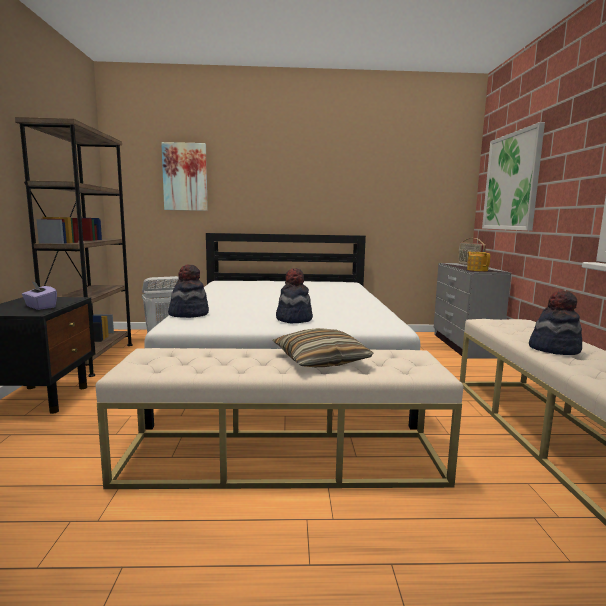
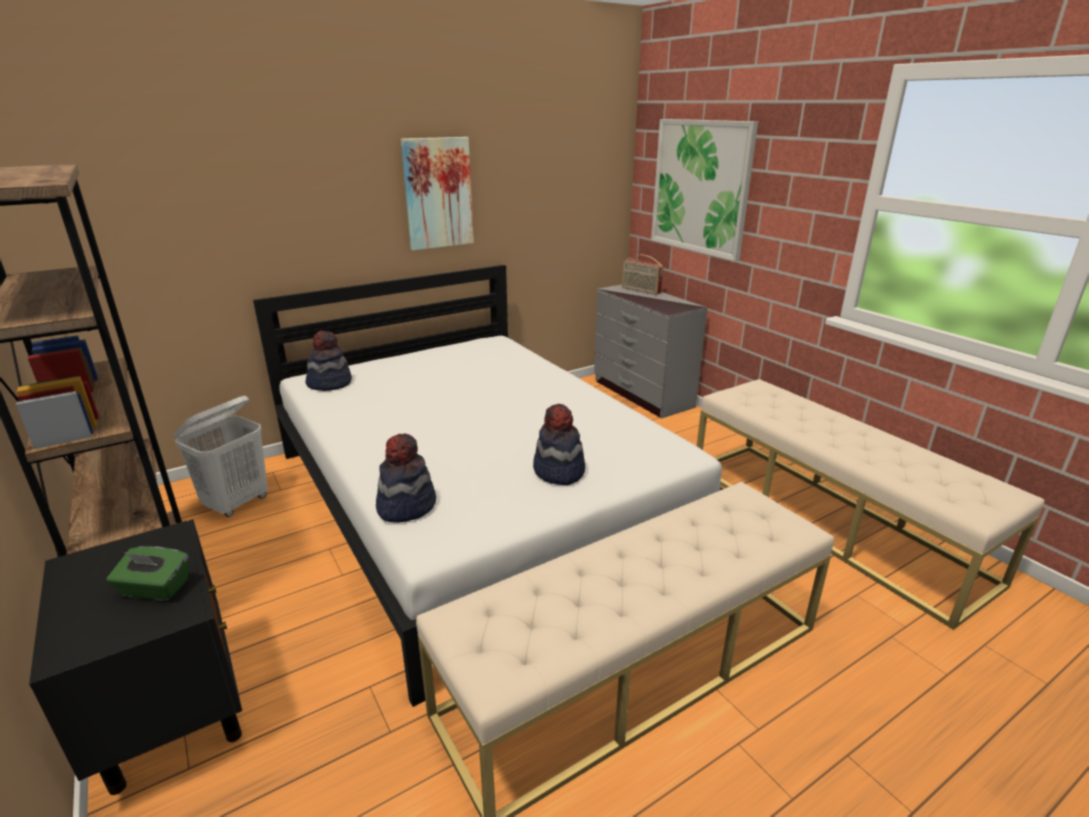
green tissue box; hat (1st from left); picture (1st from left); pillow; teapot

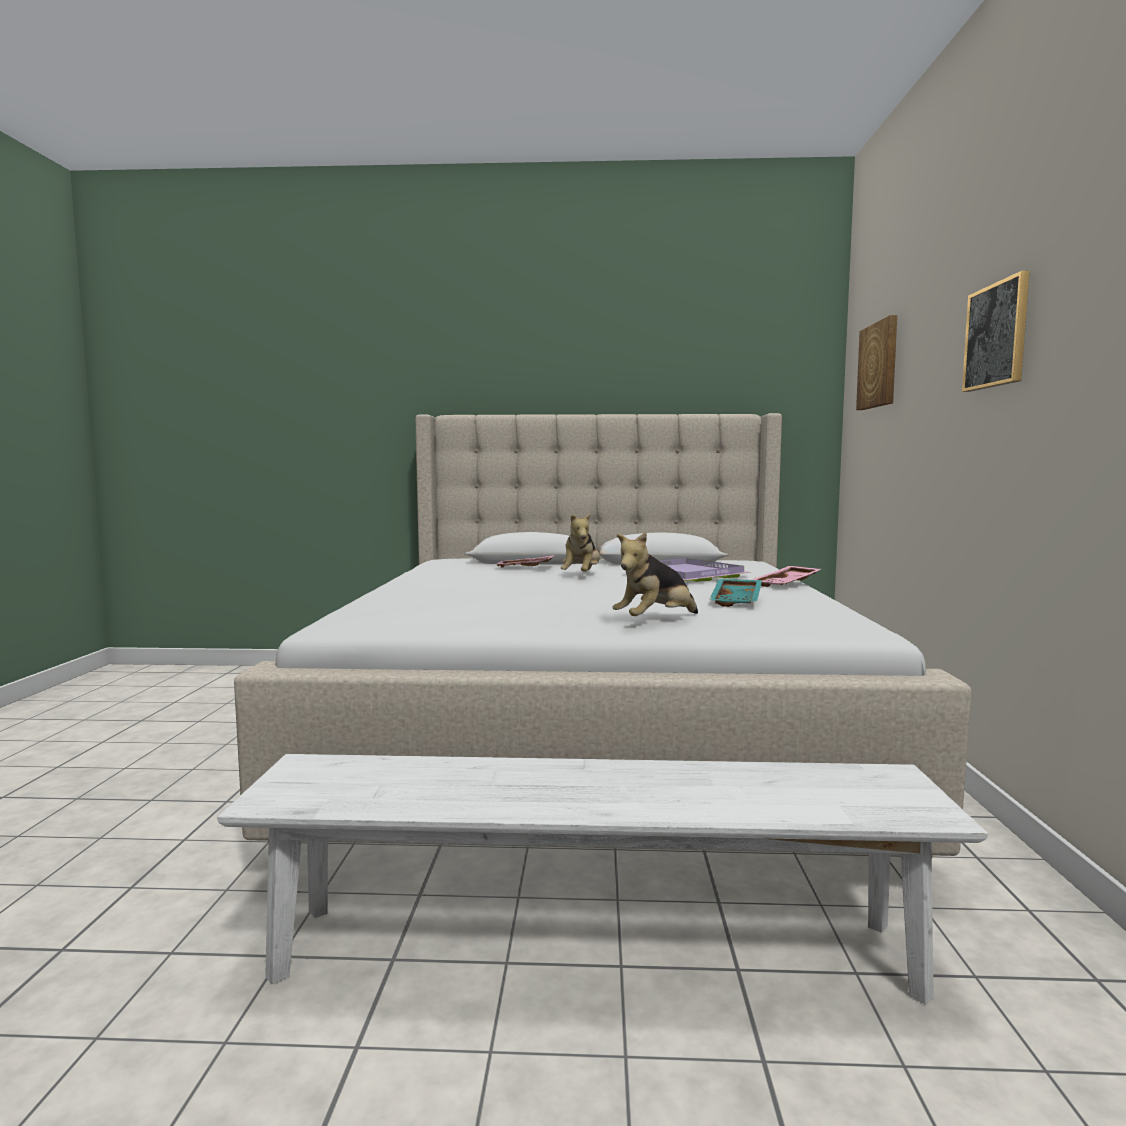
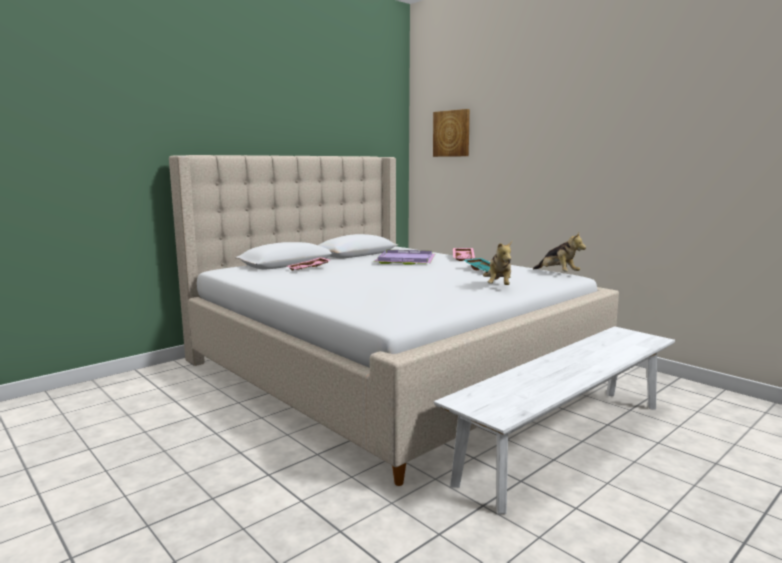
plush toy (2nd from left); picture (2nd from left in the first image)

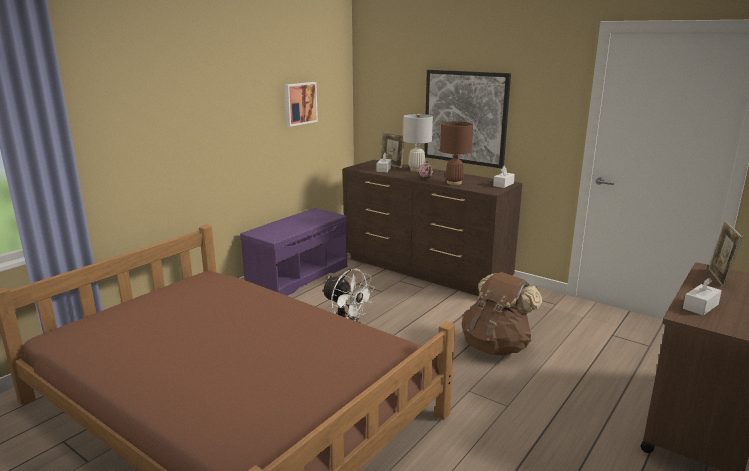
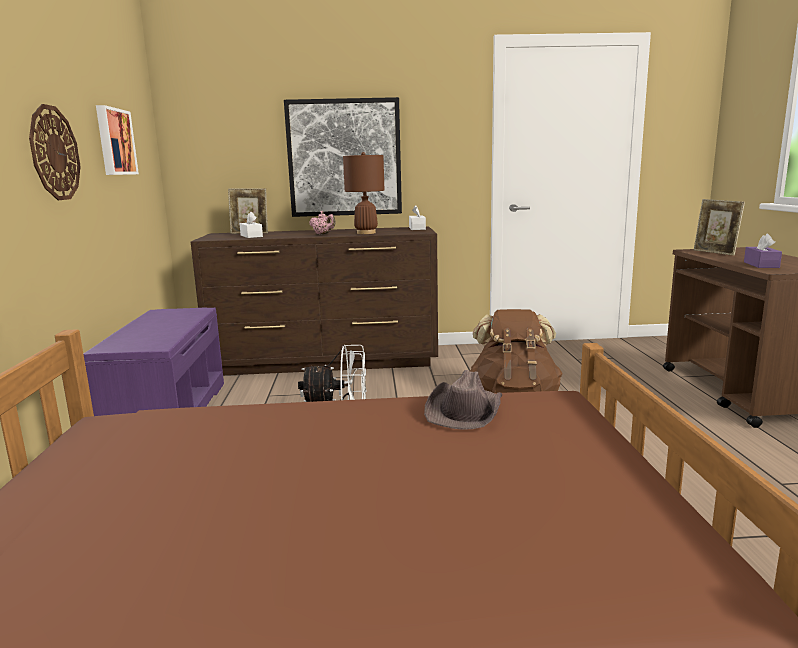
wall clock; brown hat; purple tissue box; white table lamp

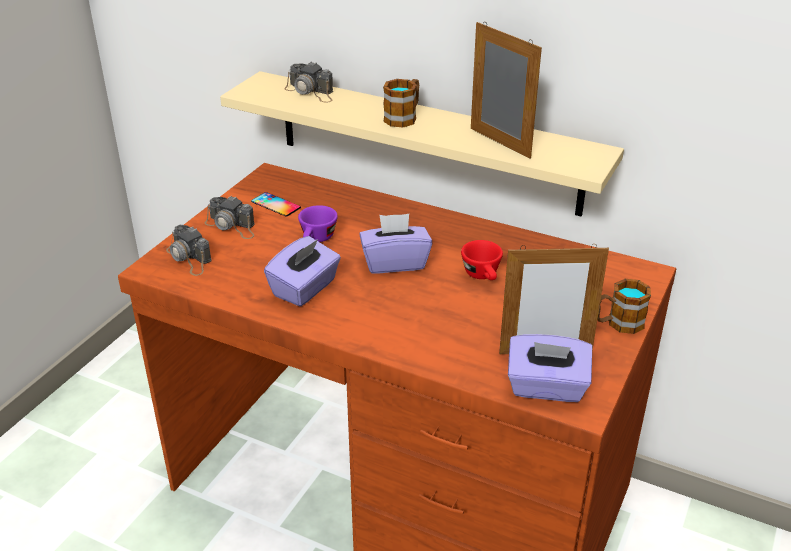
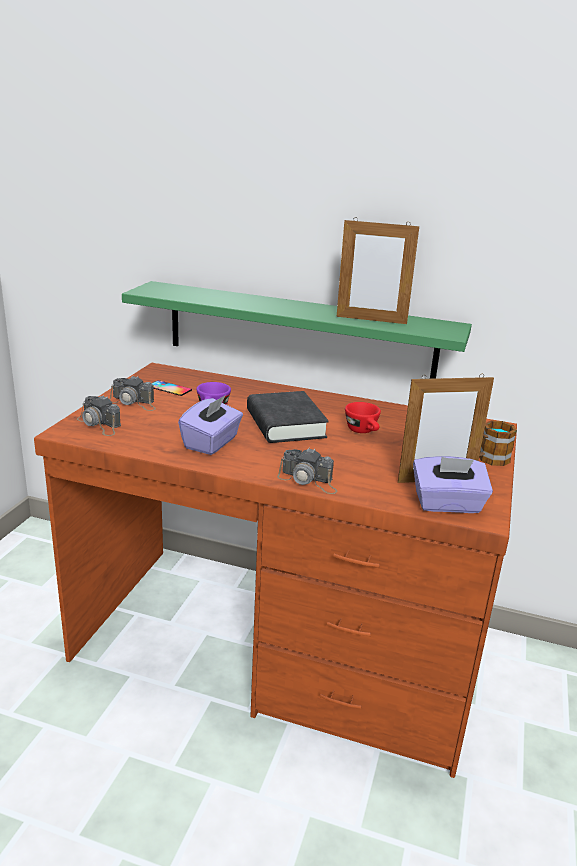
green shelf; black book; photo camera (3rd from left); picture frame (1st from left); mug (1st from left in the first image)

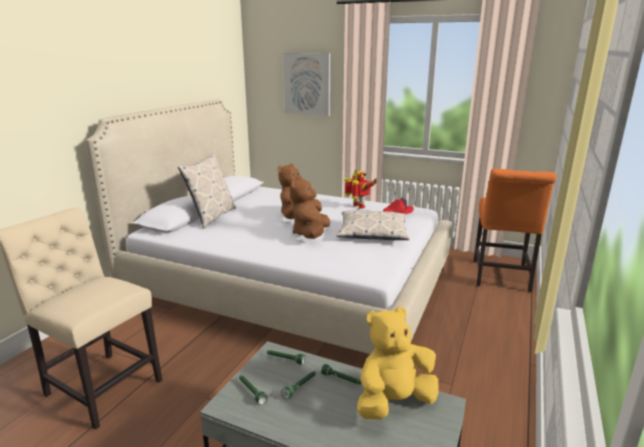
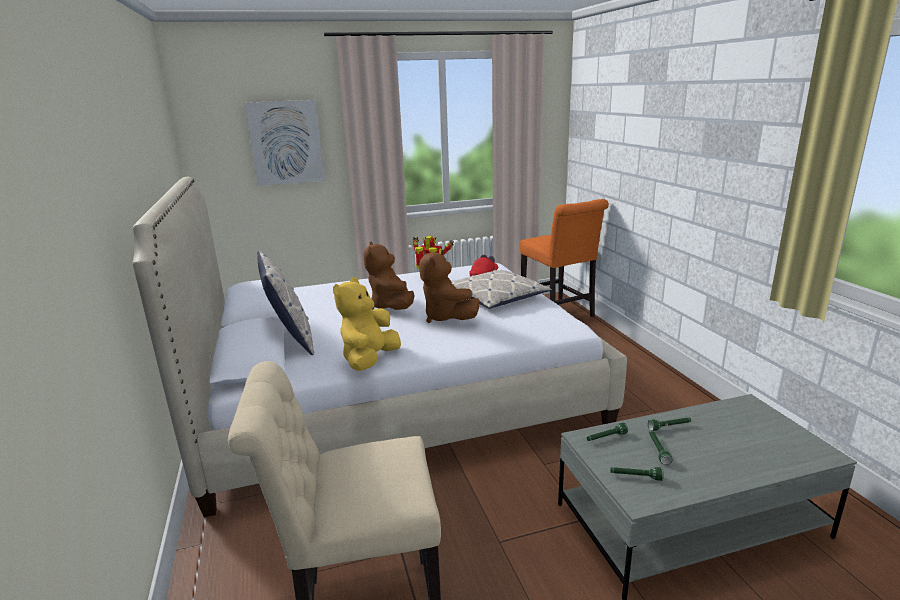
yellow plush toy

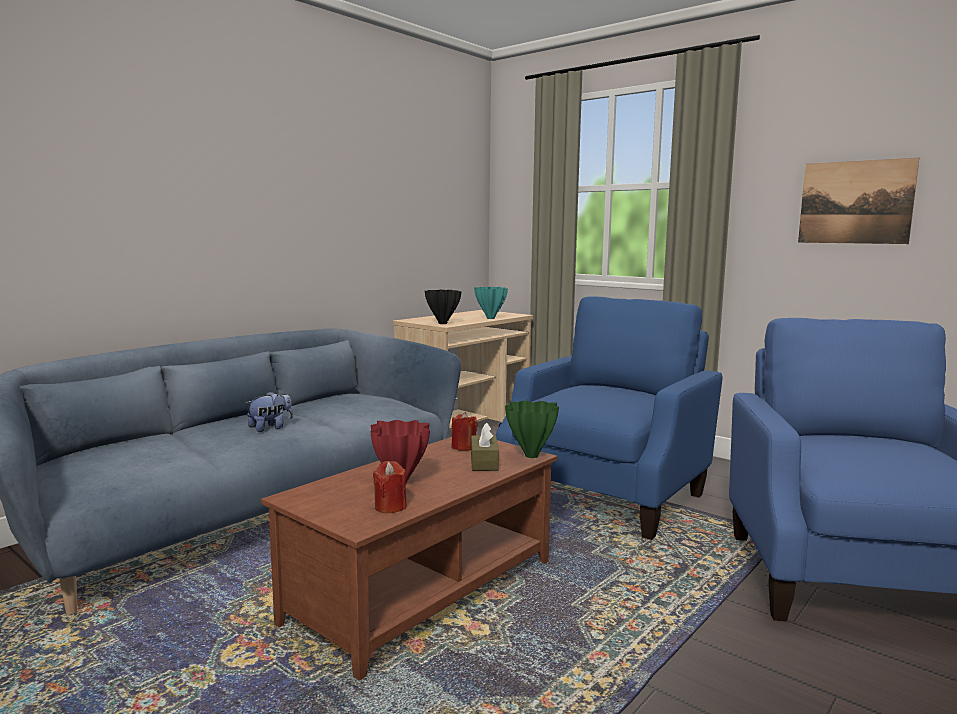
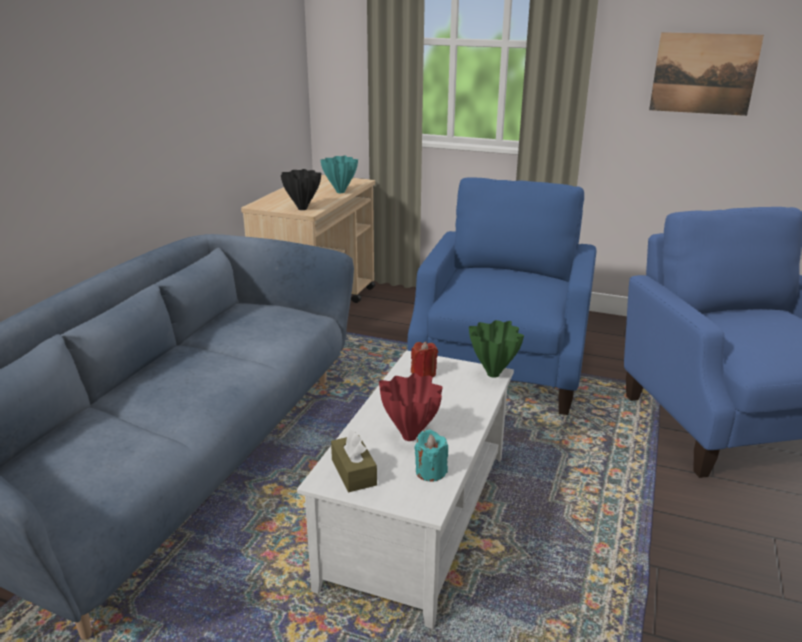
white coffee table; brown tissue box; turquoise candle; plush toy

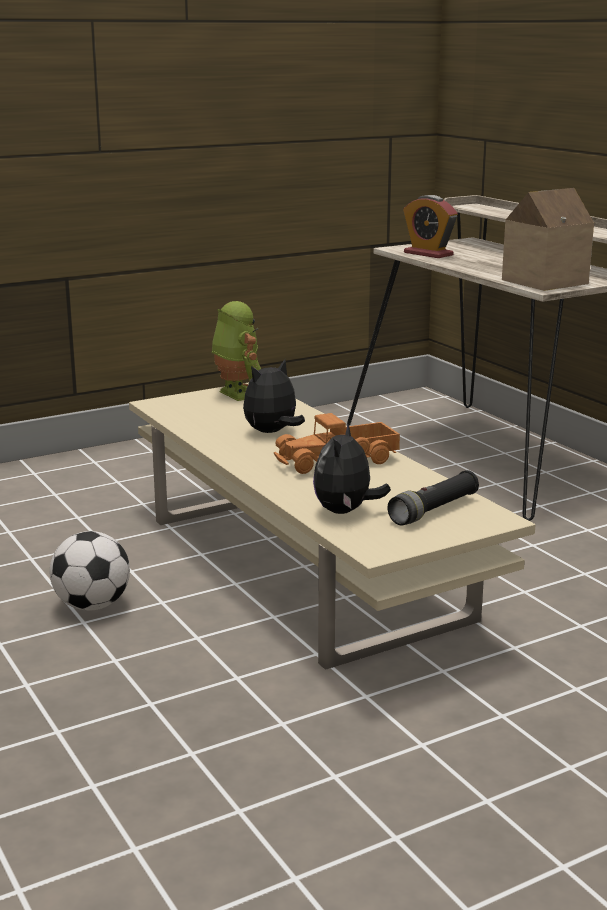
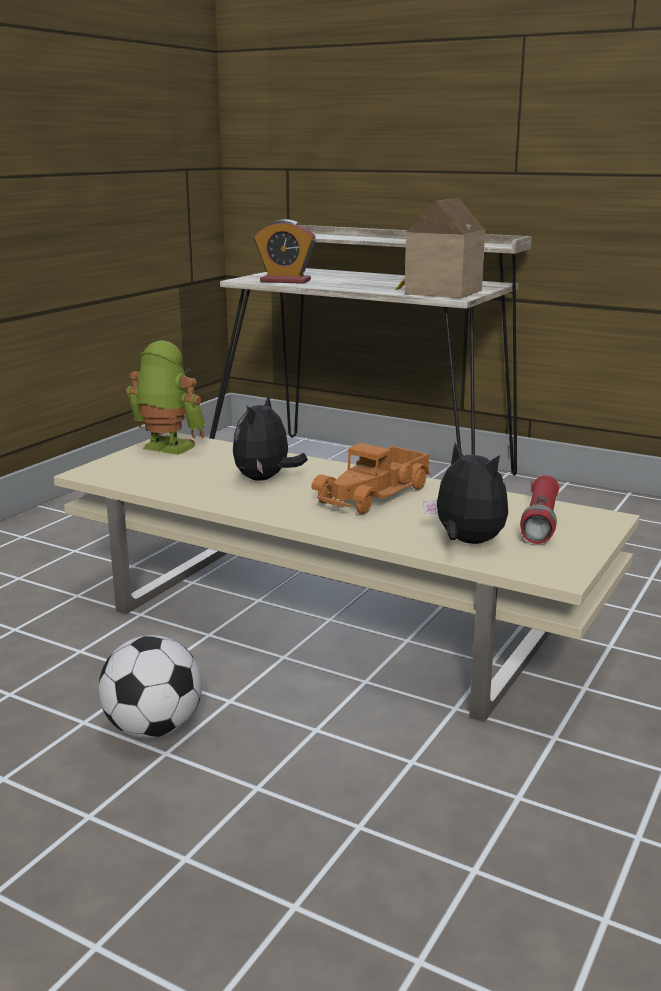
plush toy (2nd from left); red flashlight

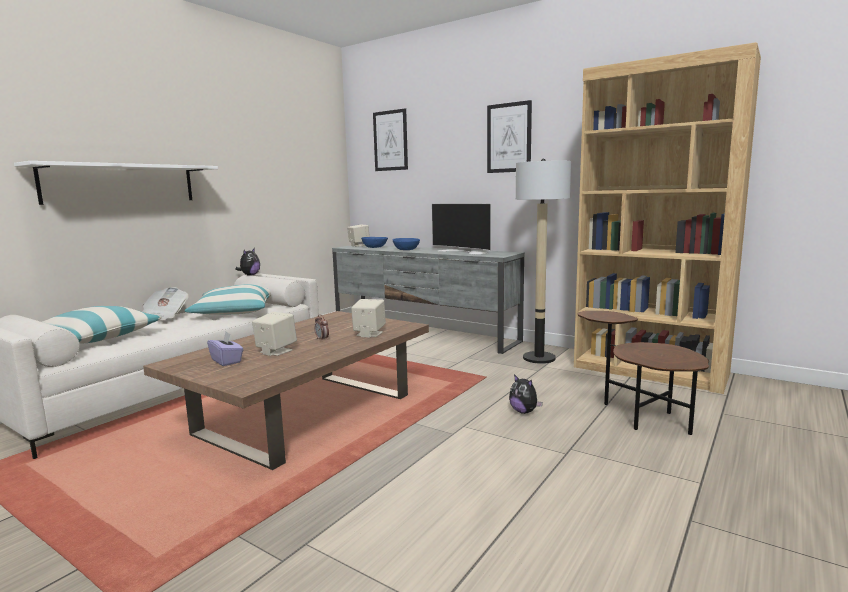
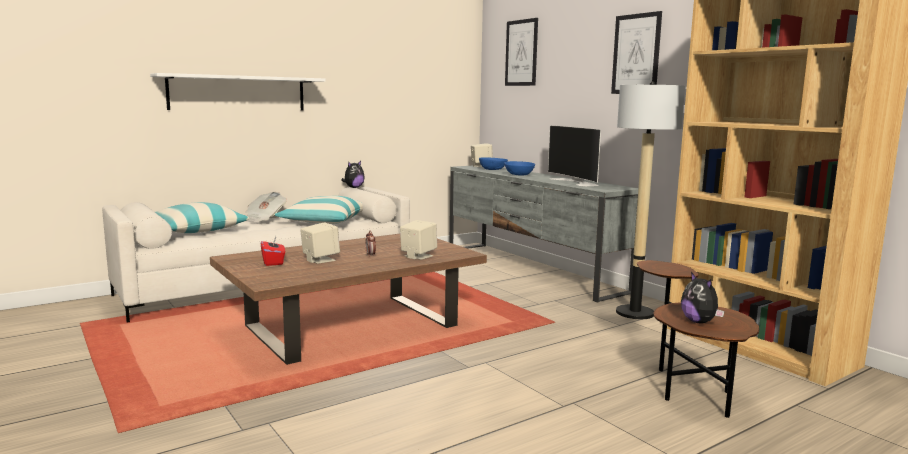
red tissue box; plush toy (2nd from left)

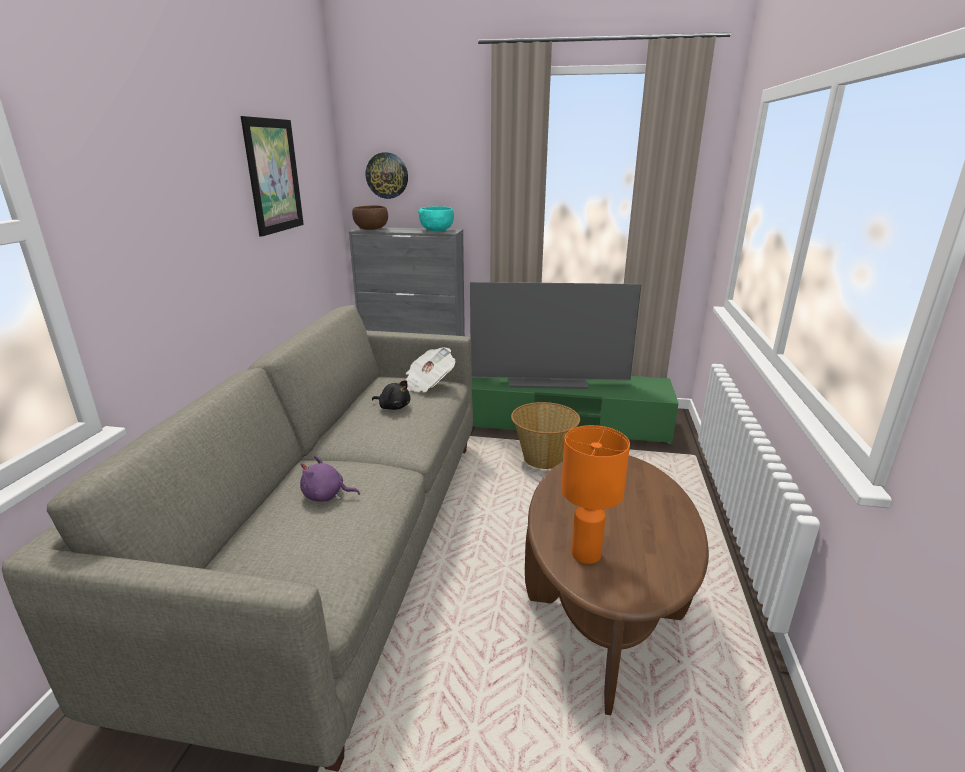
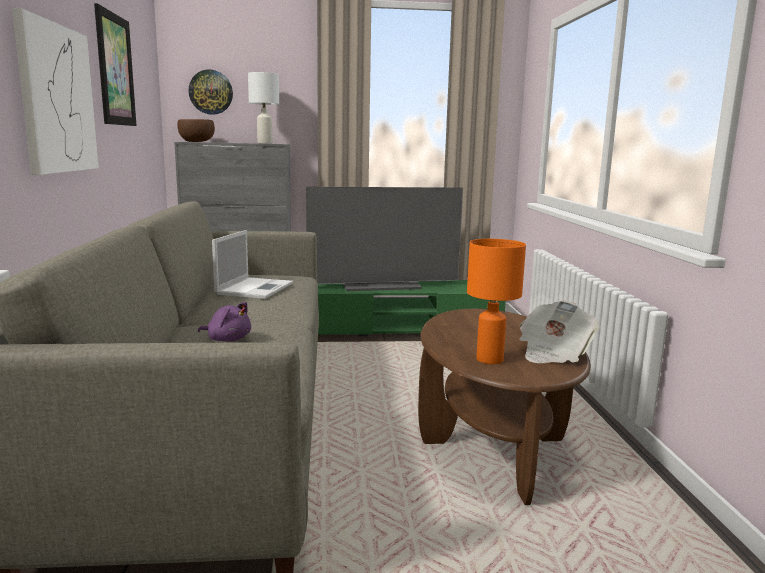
picture (1st from left); purple plush toy; laptop; white table lamp; newspaper; basket

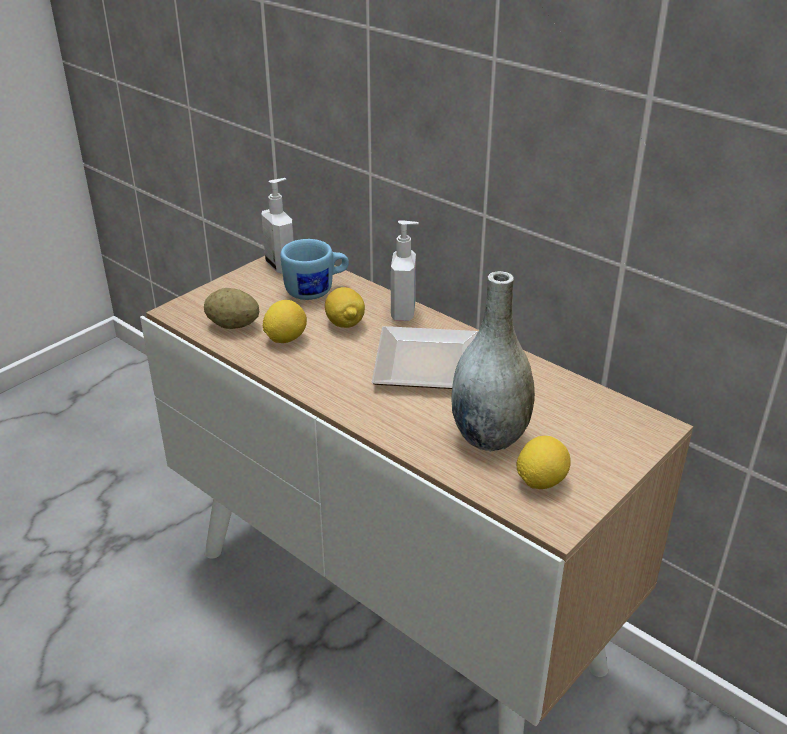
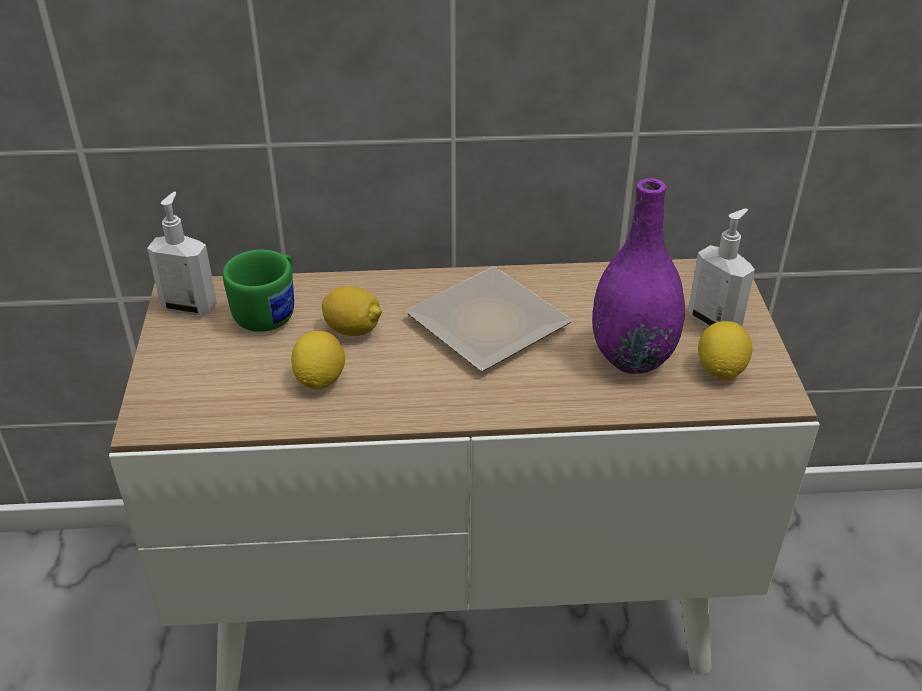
green mug; purple vase; soap dispenser (2nd from left); potato

